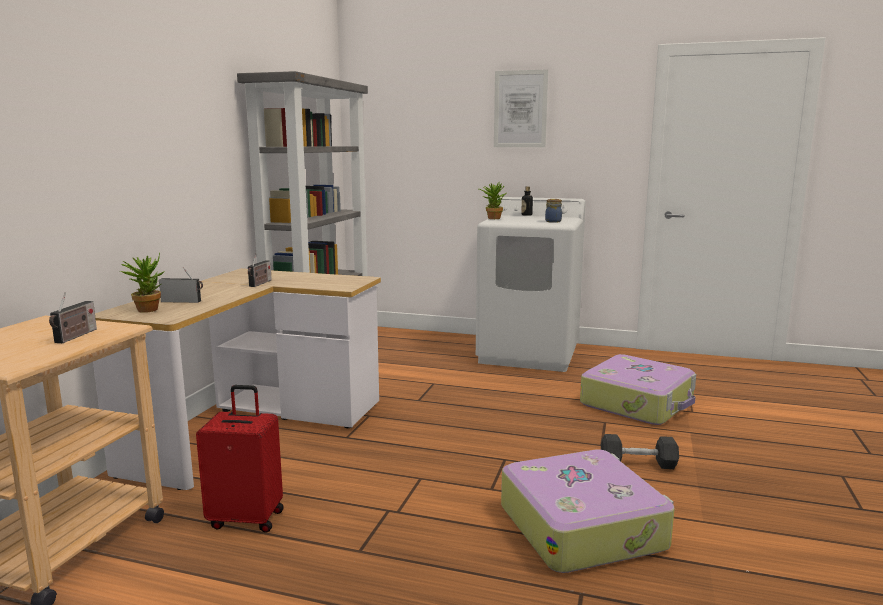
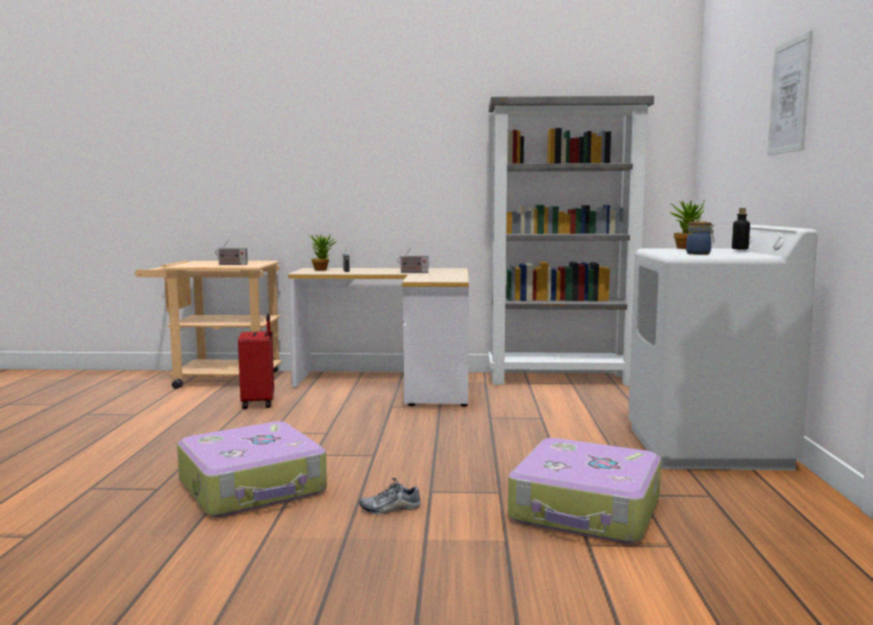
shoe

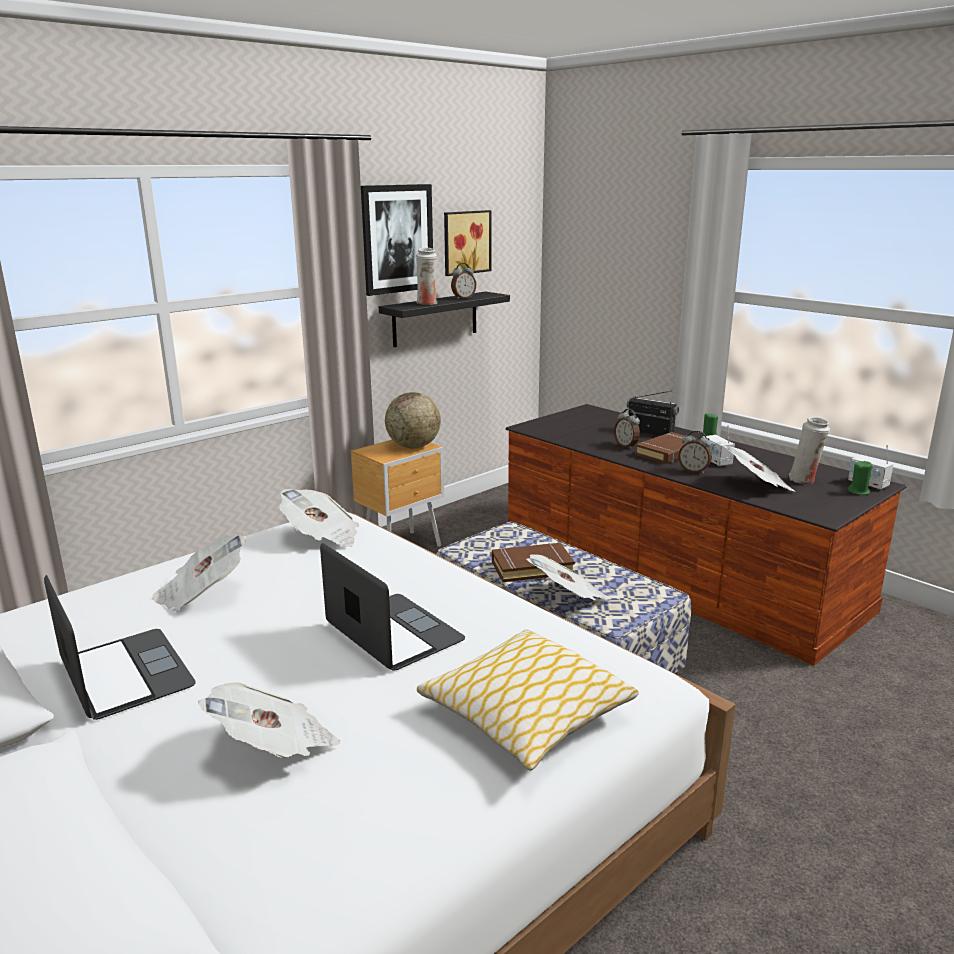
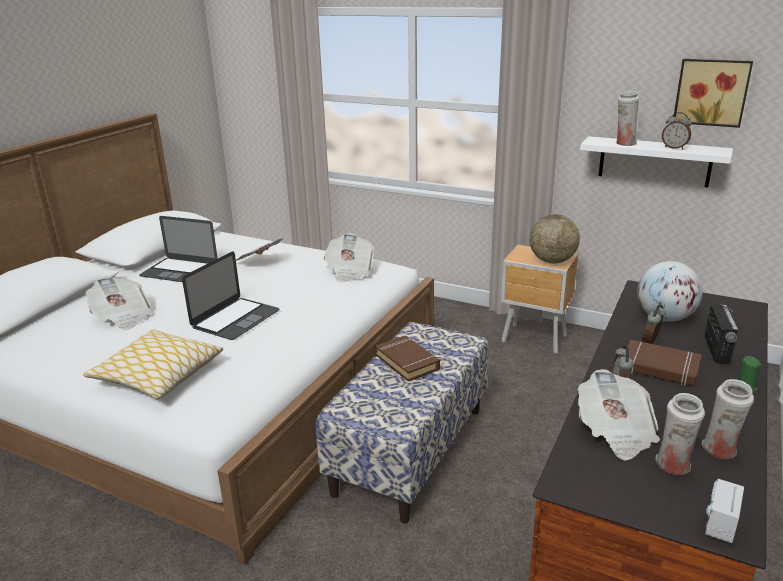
laptop (1st from left); white shelf; globe (2nd from left); white vase (3rd from left); picture (1st from left in the first image); newspaper (4th from left in the first image); radio (2nd from left in the first image); green candle (2nd from left in the first image)

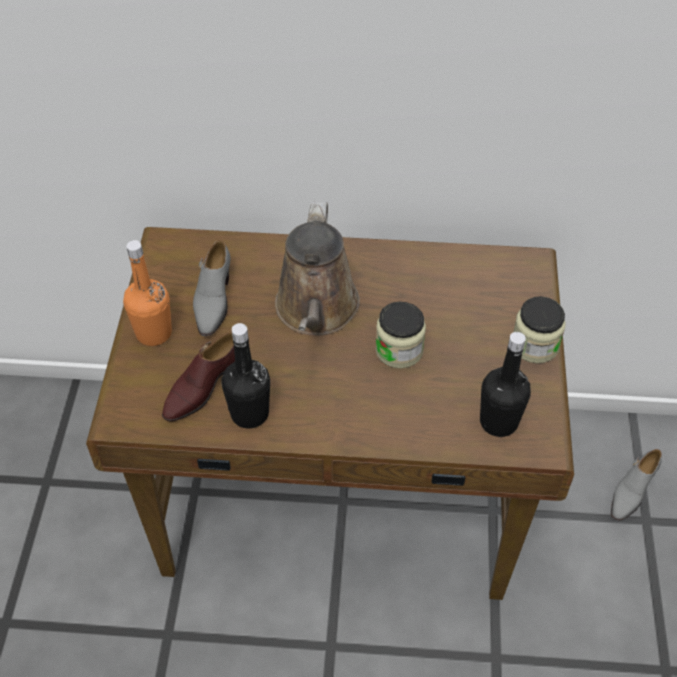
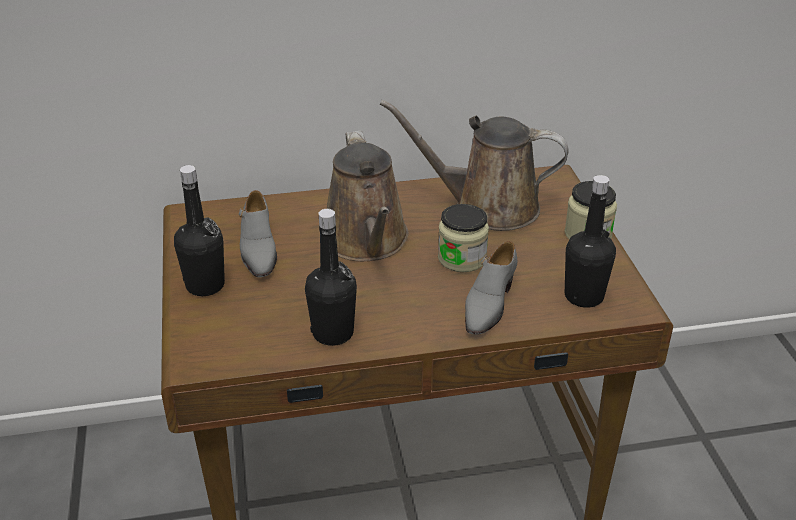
black bottle (1st from left); brown watering can (2nd from left); grey shoe (2nd from left); brown shoe

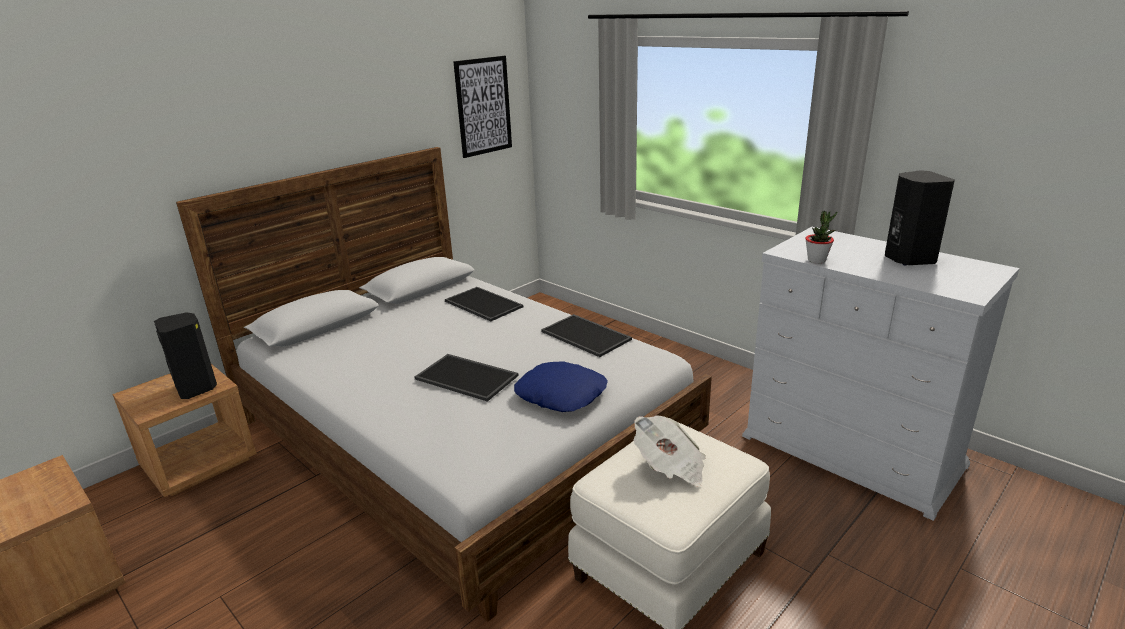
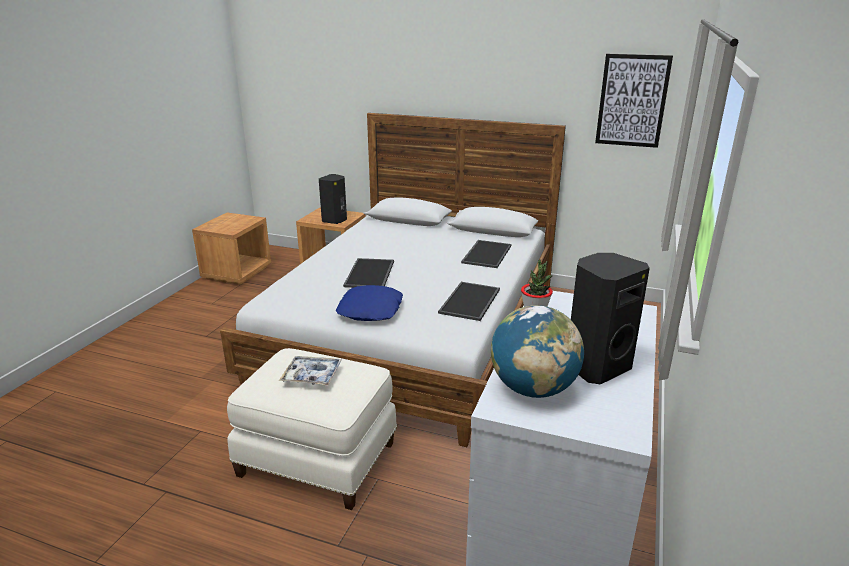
tray (1st from left); globe

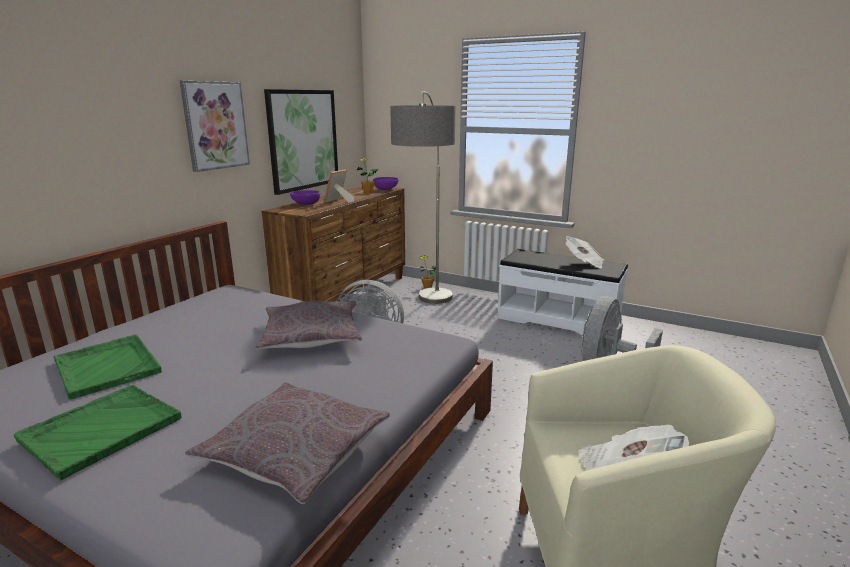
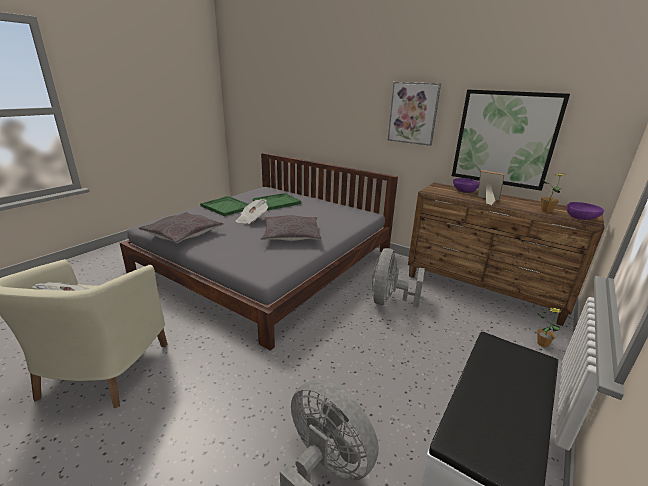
newspaper (2nd from left); floor lamp

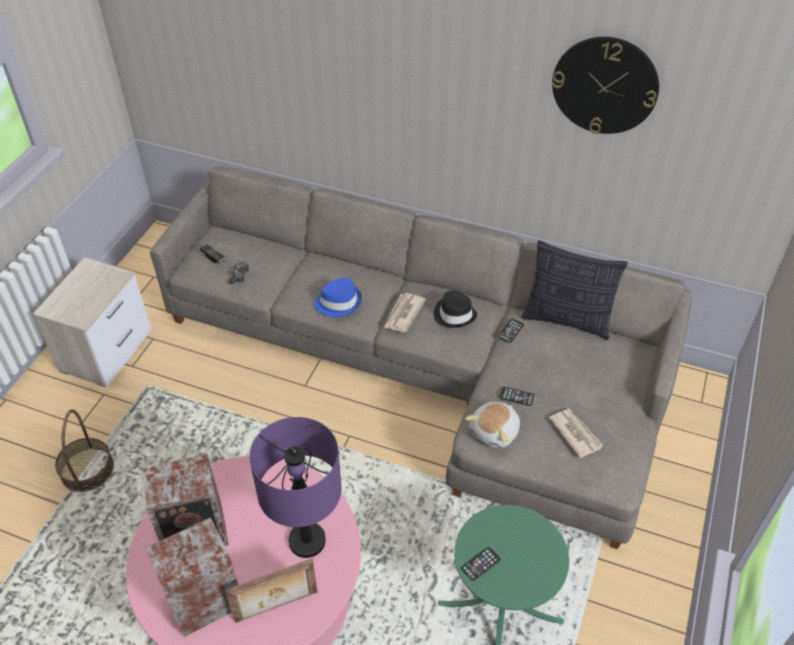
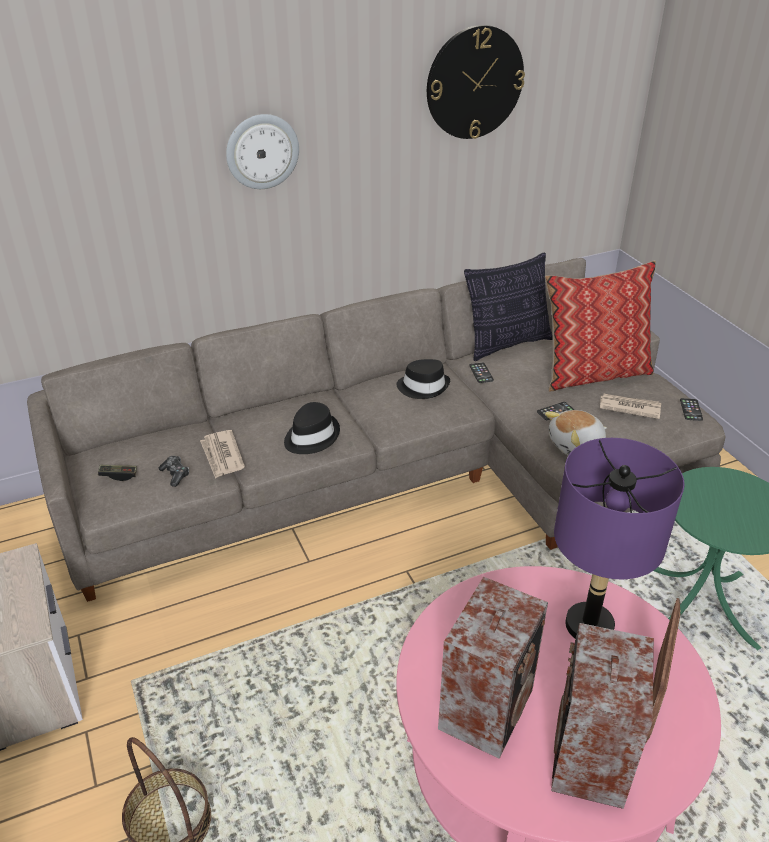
newspaper (1st from left); wall clock (1st from left); black hat (1st from left); pillow (2nd from left); plush toy; phone (3rd from left)

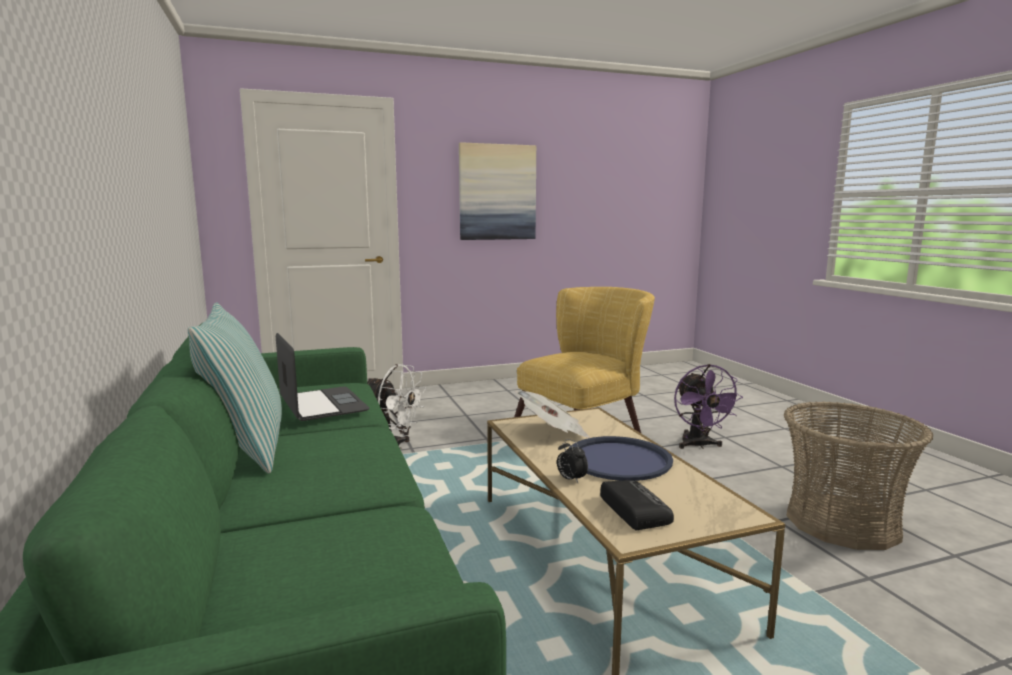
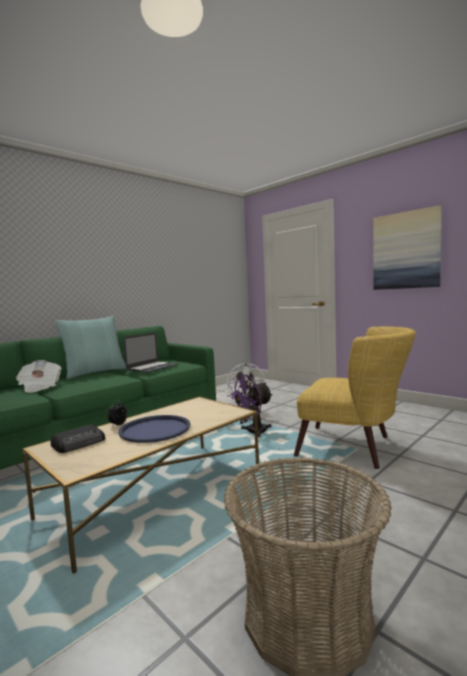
newspaper; purple fan

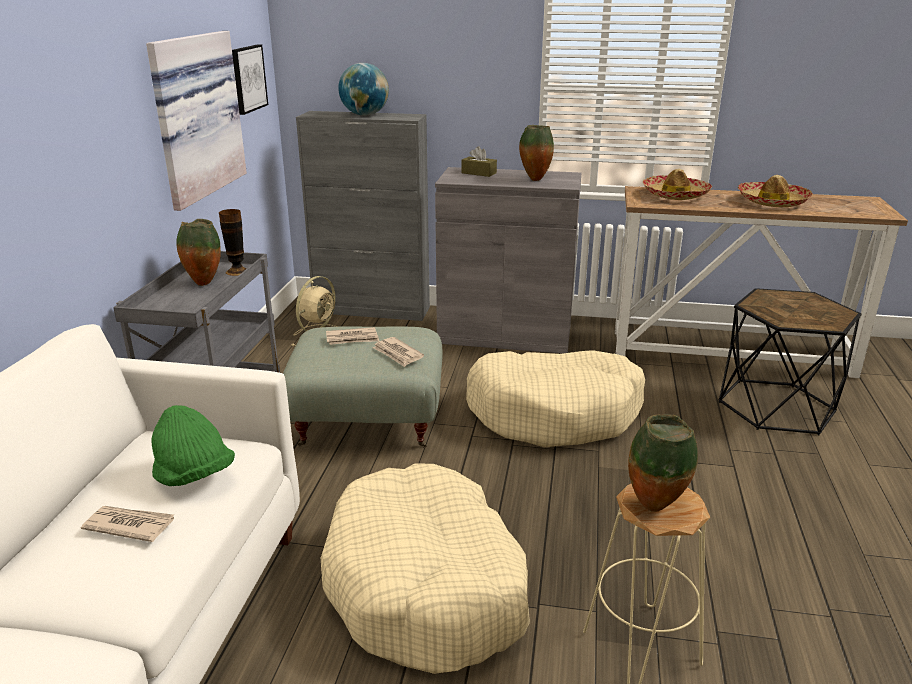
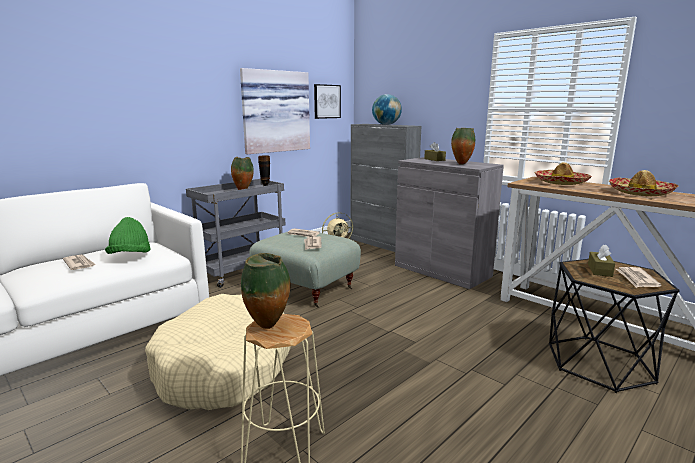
brown tissue box (2nd from left); newspaper (4th from left); beige dog bed (2nd from left in the first image)

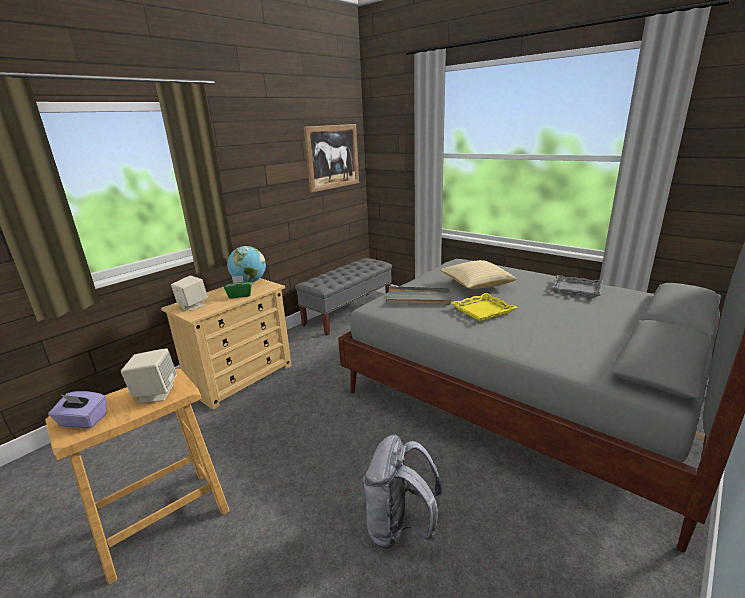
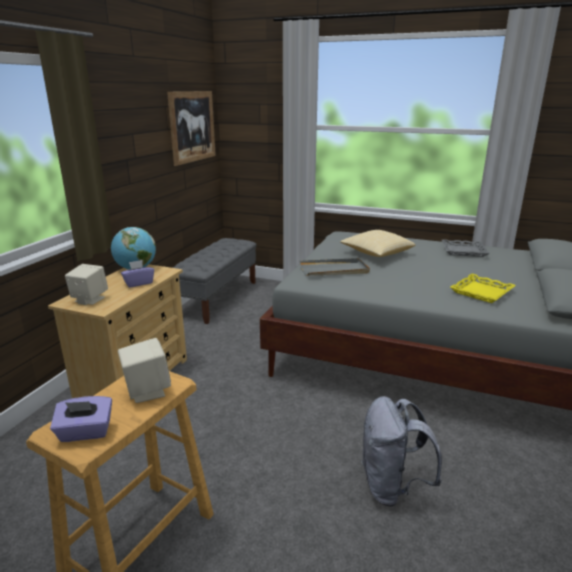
purple tissue box (2nd from left); yellow tray

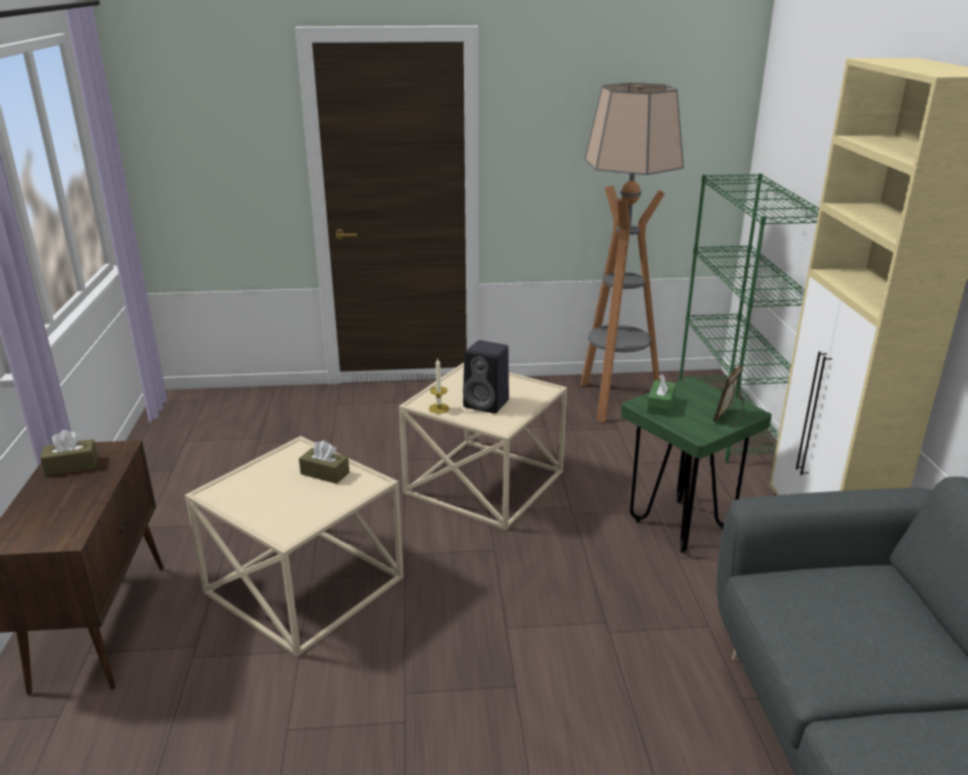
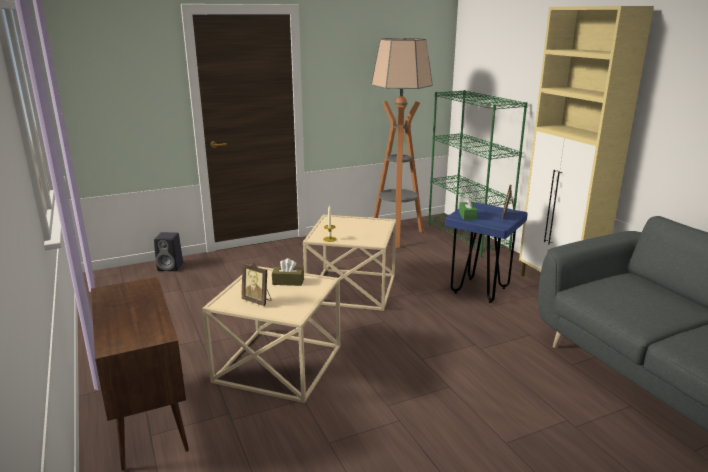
black speaker; picture frame (1st from left); blue stool; brown tissue box (1st from left in the first image)

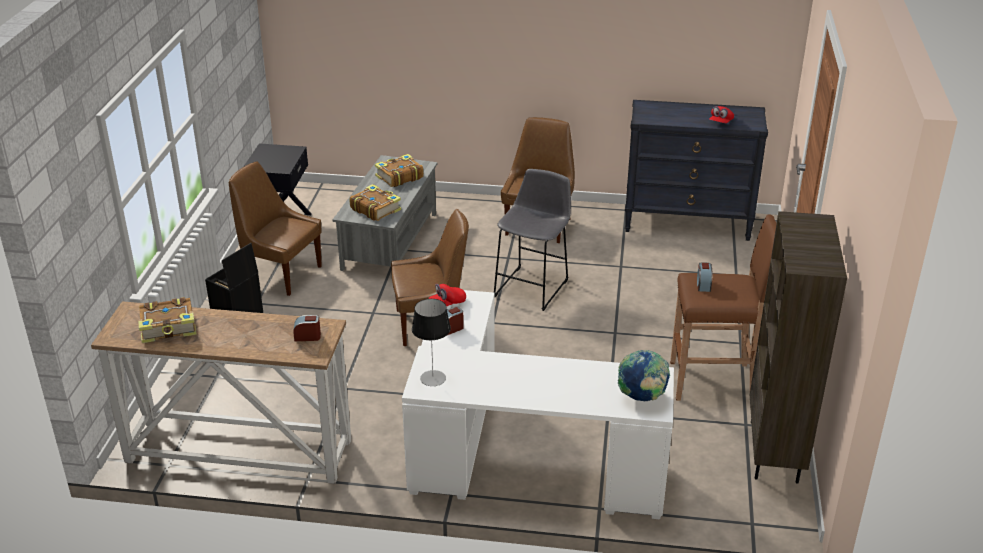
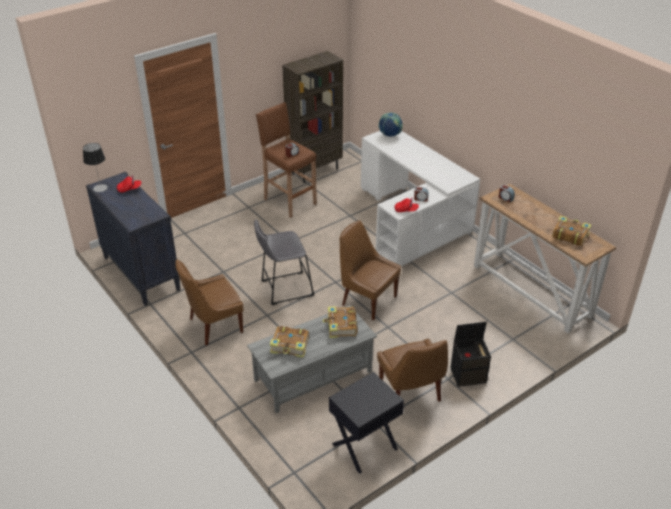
table lamp

